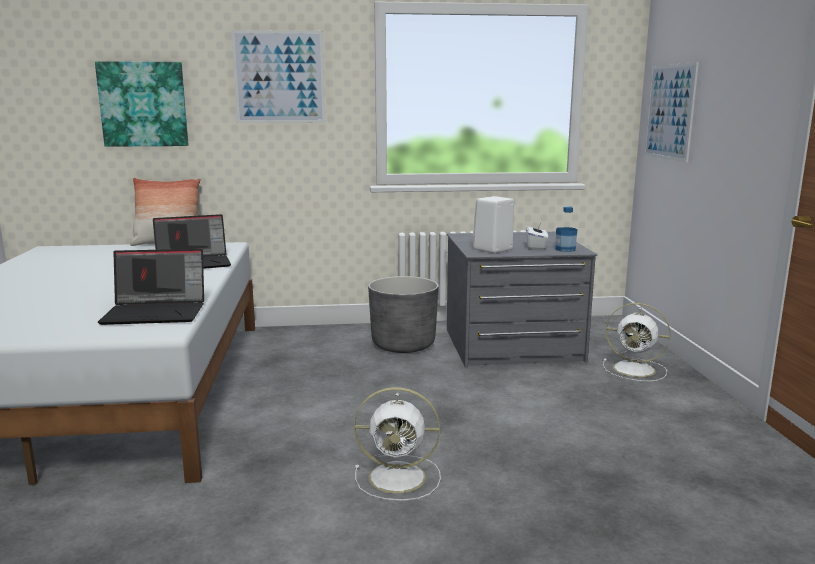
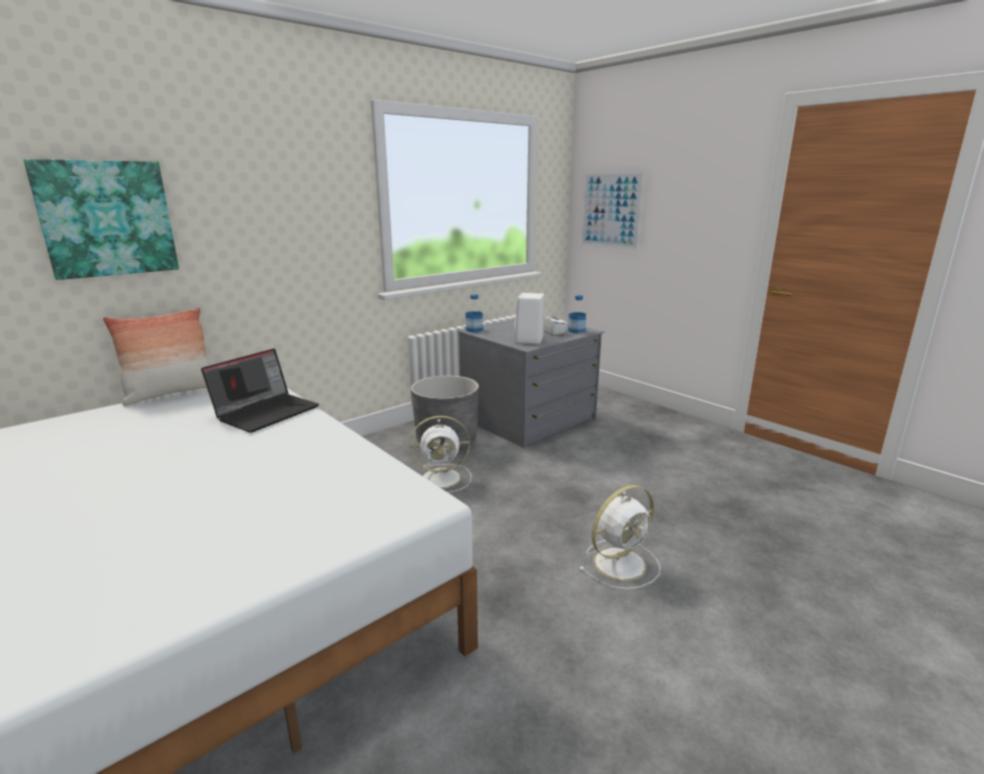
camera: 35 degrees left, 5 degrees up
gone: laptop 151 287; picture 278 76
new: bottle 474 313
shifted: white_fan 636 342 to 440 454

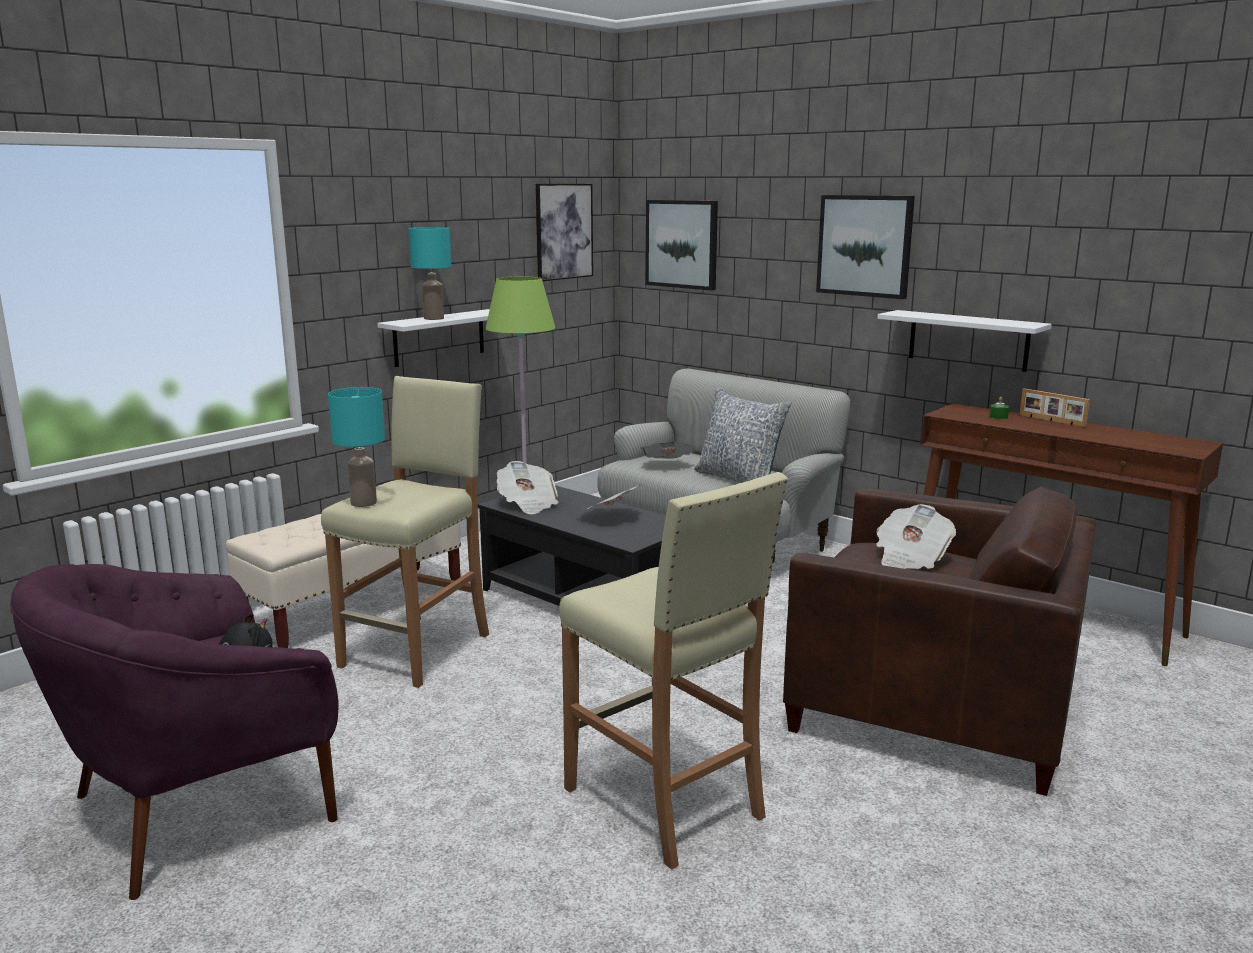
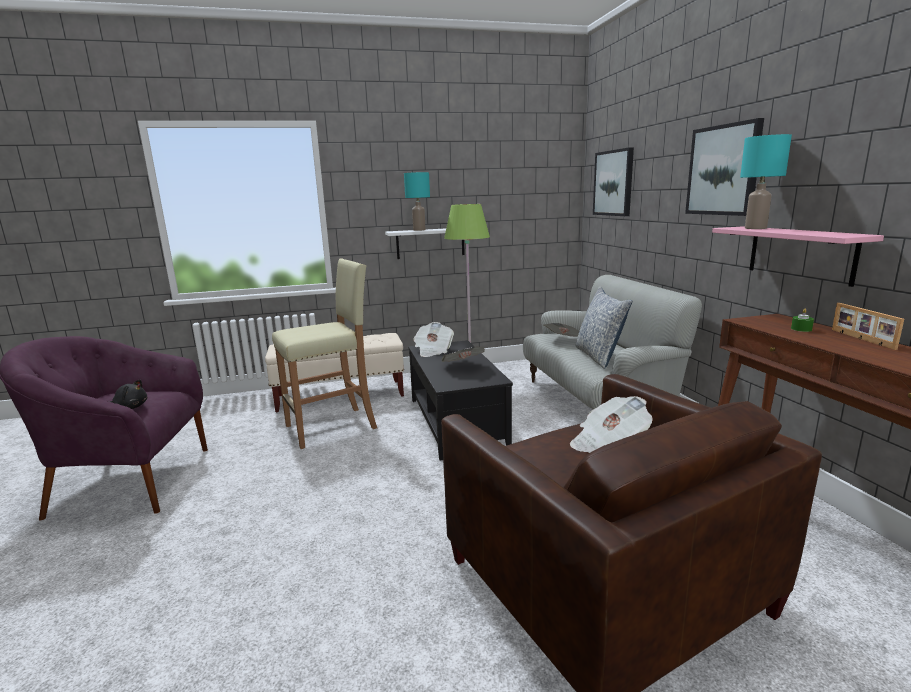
camera: 35 degrees right, 0 degrees up
gone: picture 564 232; beige_stool 673 671
shifted: turquoise_table_lamp 356 447 to 766 181
repainted: white_shelf 964 341 to pink_shelf 798 256

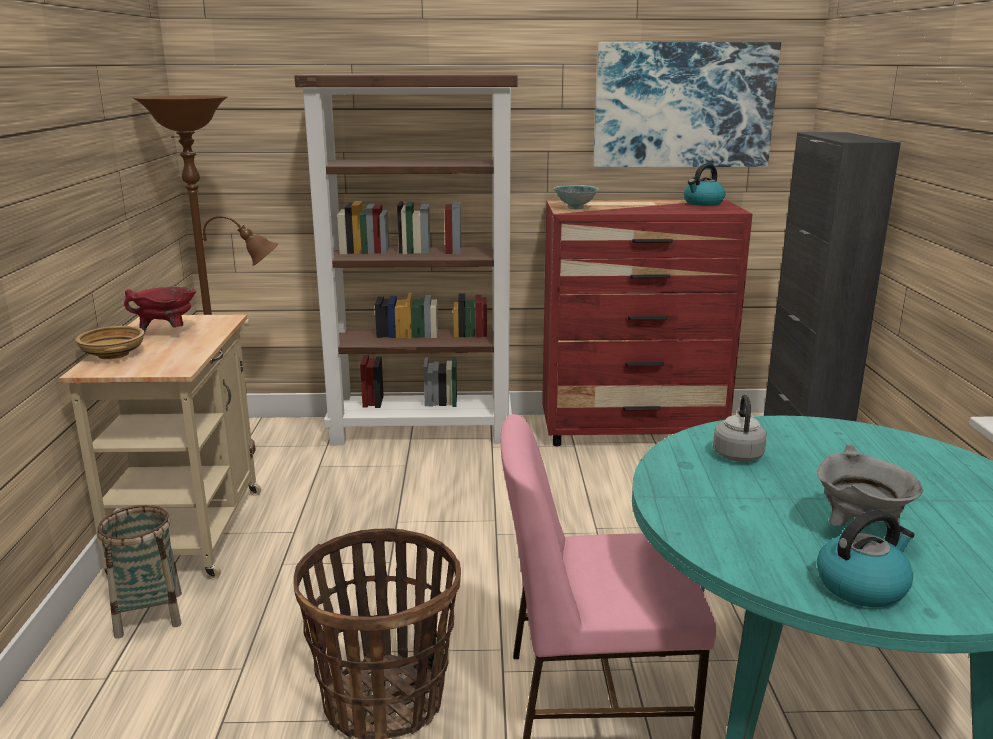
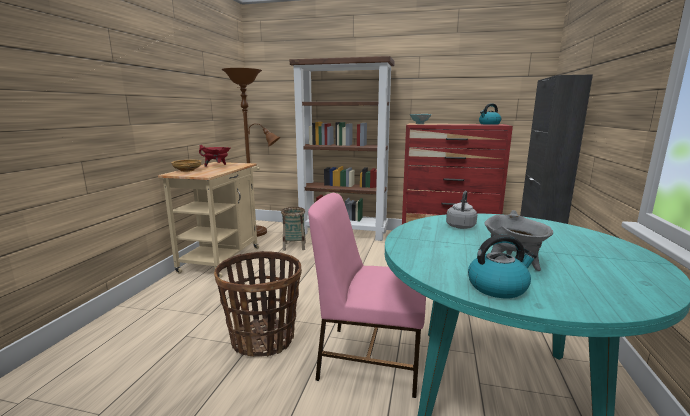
camera: 15 degrees right, 5 degrees down
gone: picture 687 104
shifted: basket 139 572 to 293 229

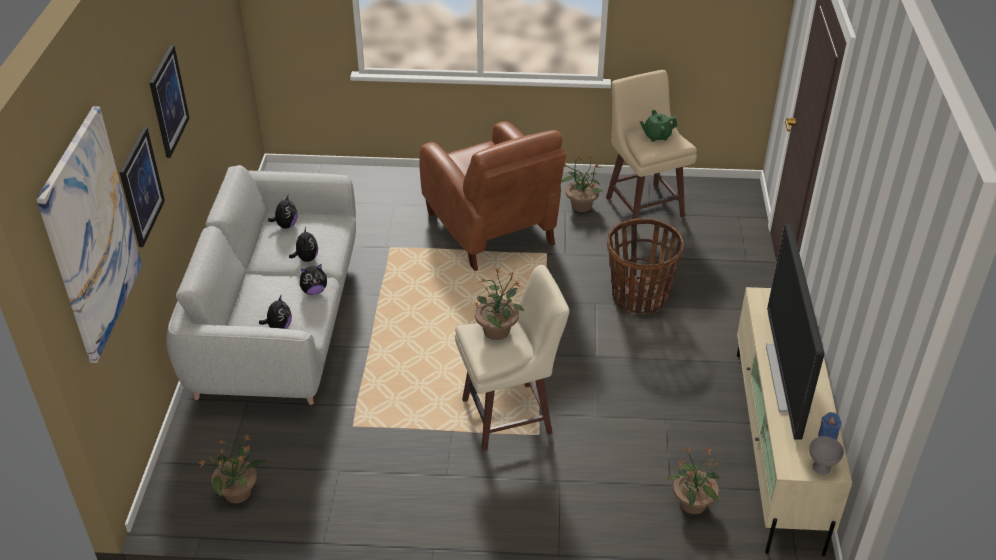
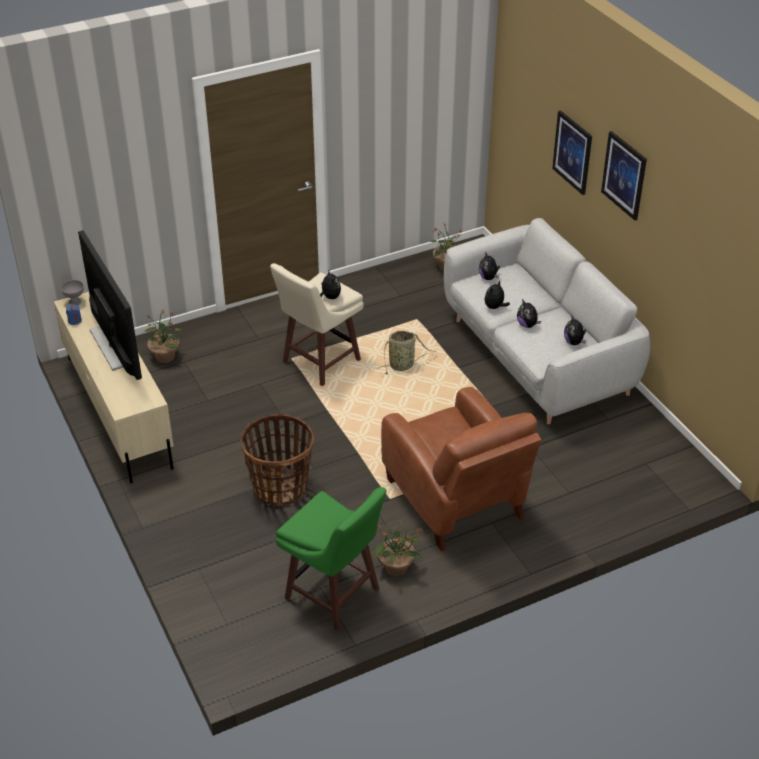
camera: 150 degrees right, 0 degrees up
gone: picture 89 234; green_teapot 658 126
new: basket 406 353
swapped: potted_plant 499 304 to plush_toy 330 285
repainted: beige_stool 651 149 to green_stool 331 559
rotated: brown_armchair 492 196 = 461 469 150 degrees counterclockwise

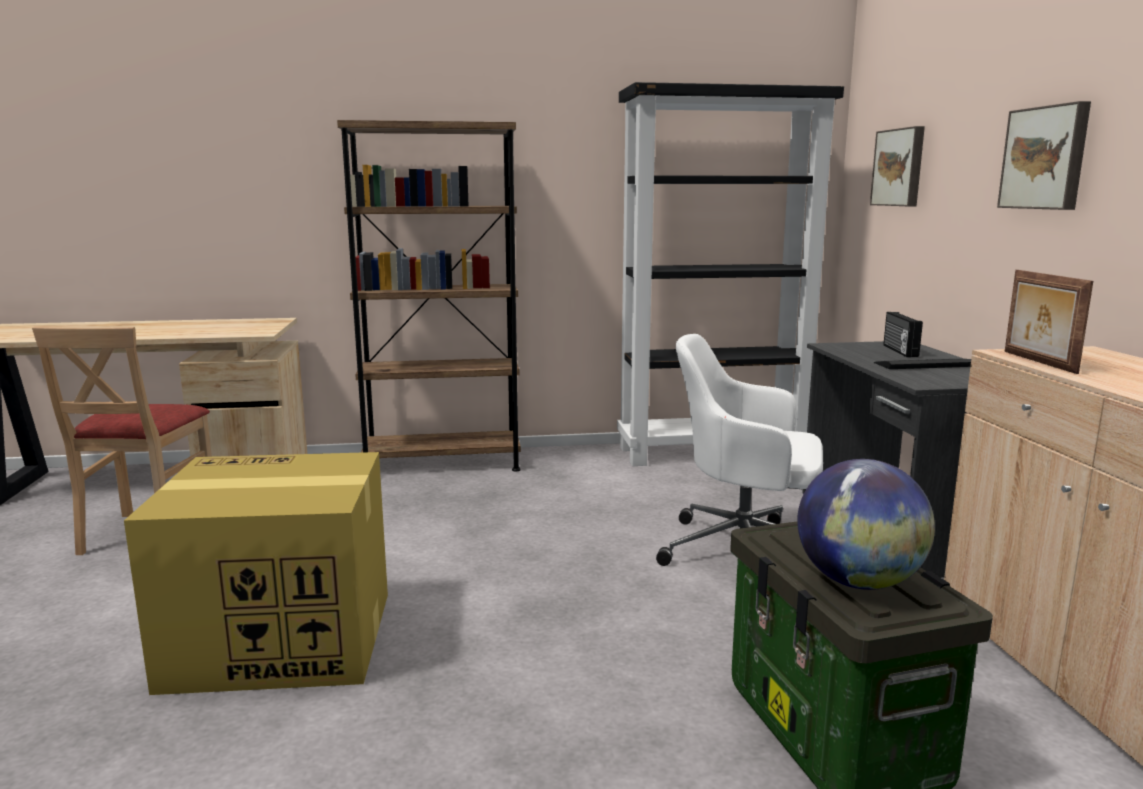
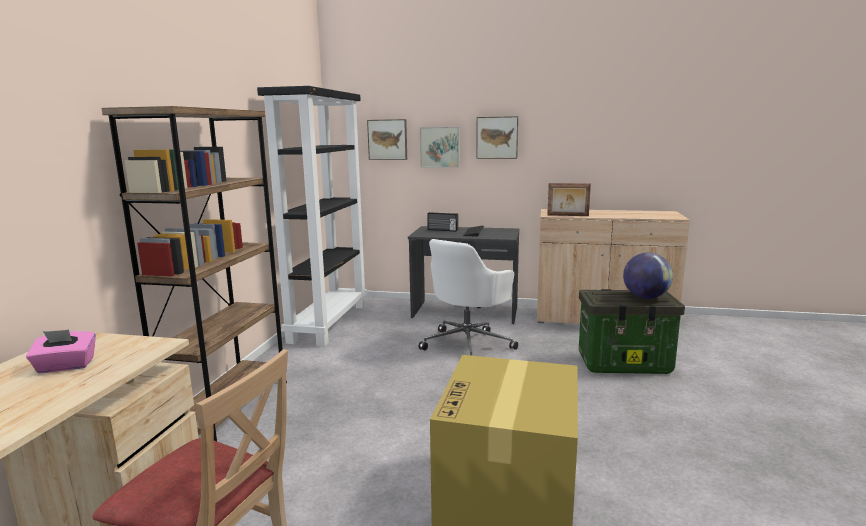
camera: 70 degrees left, 0 degrees up
new: pink_tissue_box 61 351; picture 440 147

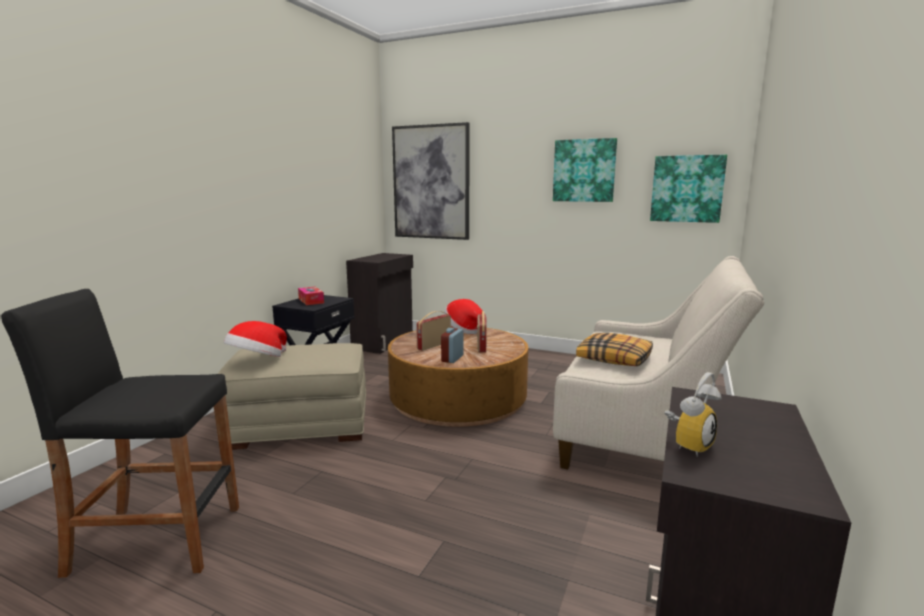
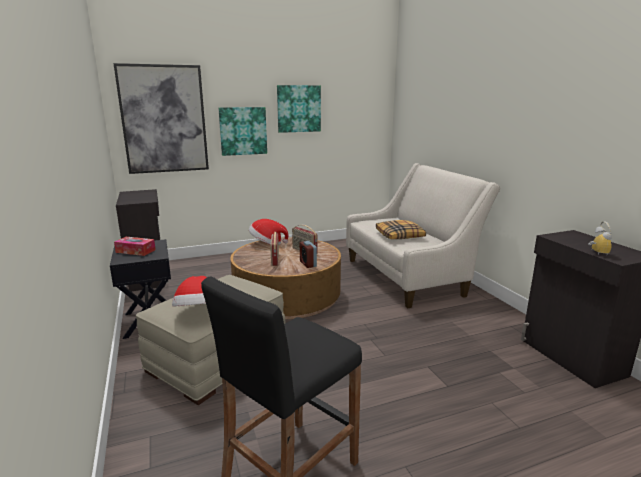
camera: 45 degrees left, 5 degrees up
shifted: picture 688 188 to 242 131

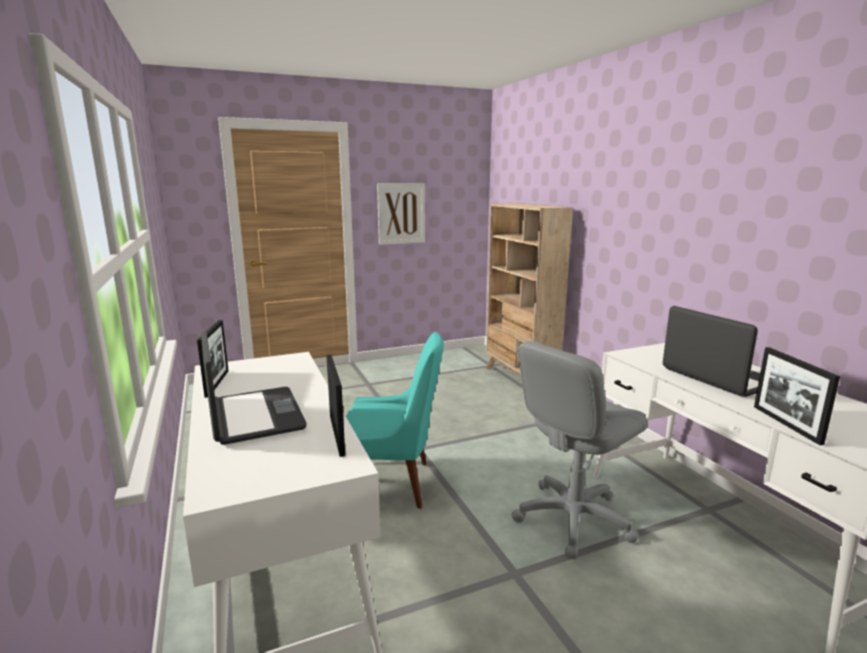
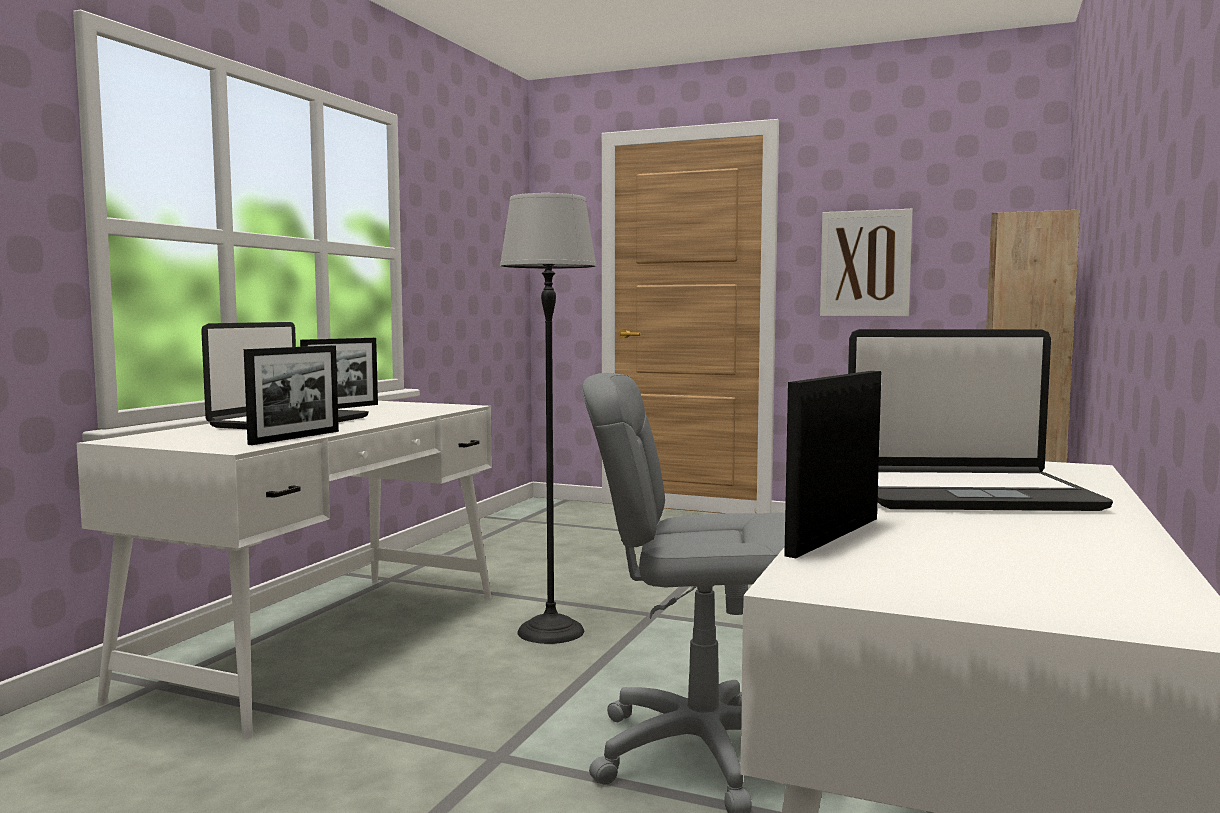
camera: 45 degrees right, 10 degrees down
swapped: turquoise_chair 395 420 to floor_lamp 548 418
rotated: laptop 711 351 = 980 420 75 degrees clockwise

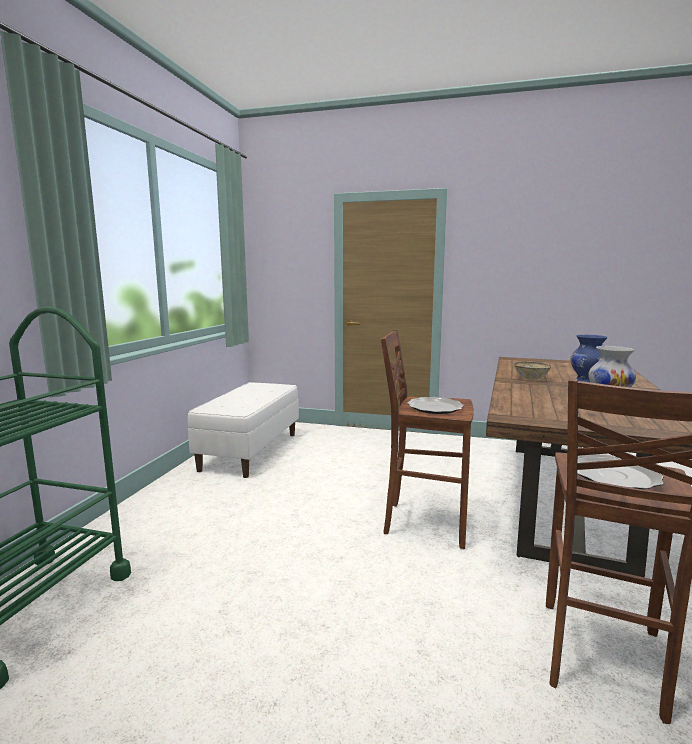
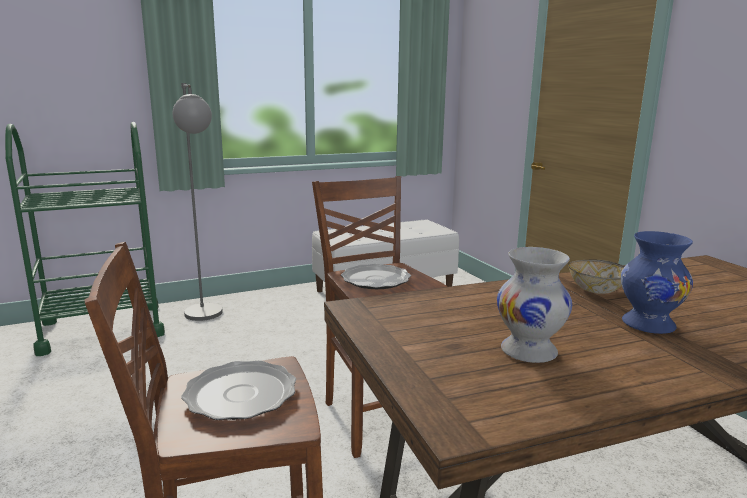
camera: 50 degrees right, 5 degrees up
new: grey_floor_lamp 198 202

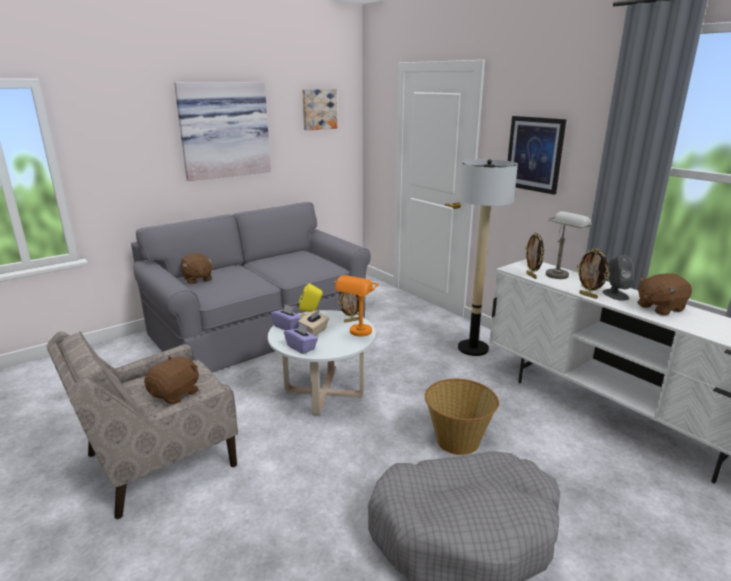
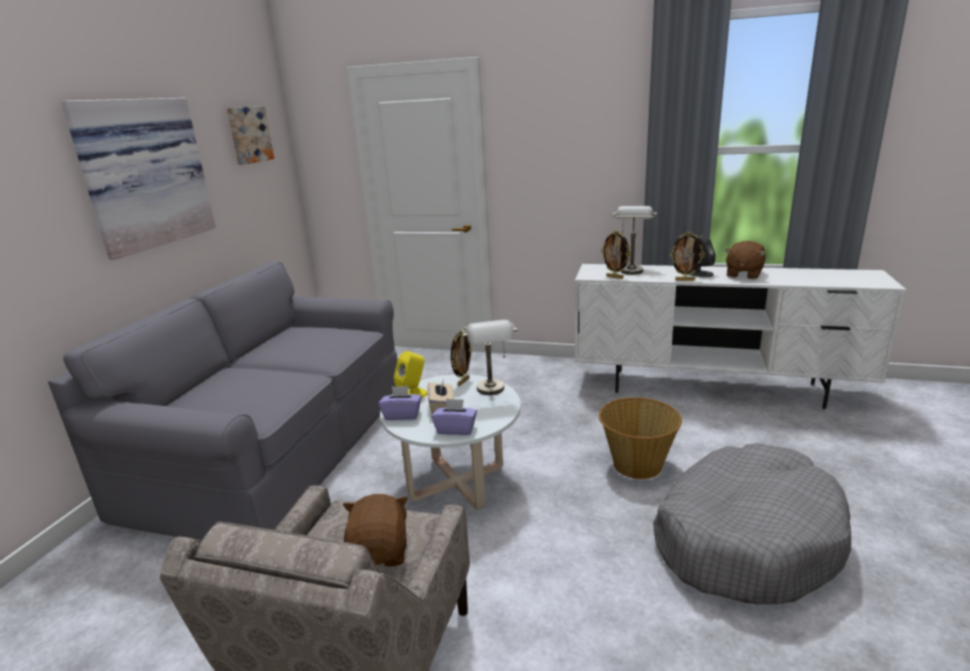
camera: 35 degrees left, 0 degrees up
gone: brown_plush_toy 197 268; floor_lamp 488 257; picture 537 155
repainted: orange_table_lamp 356 306 to grey_table_lamp 489 357

